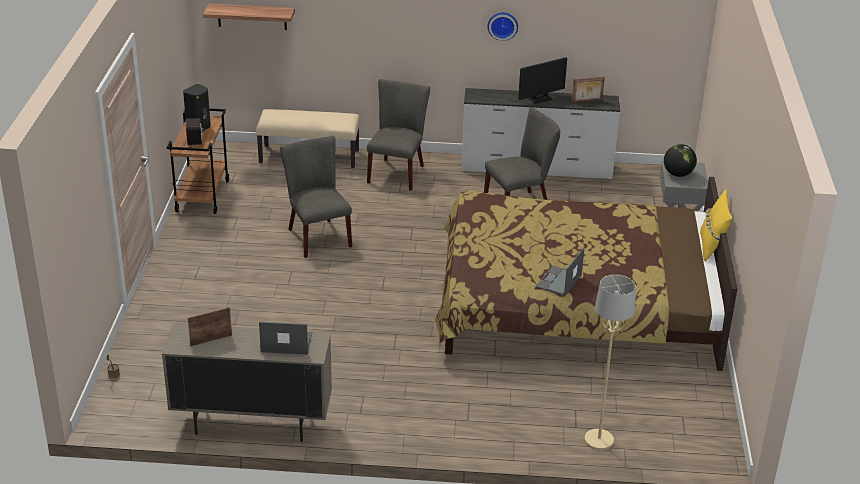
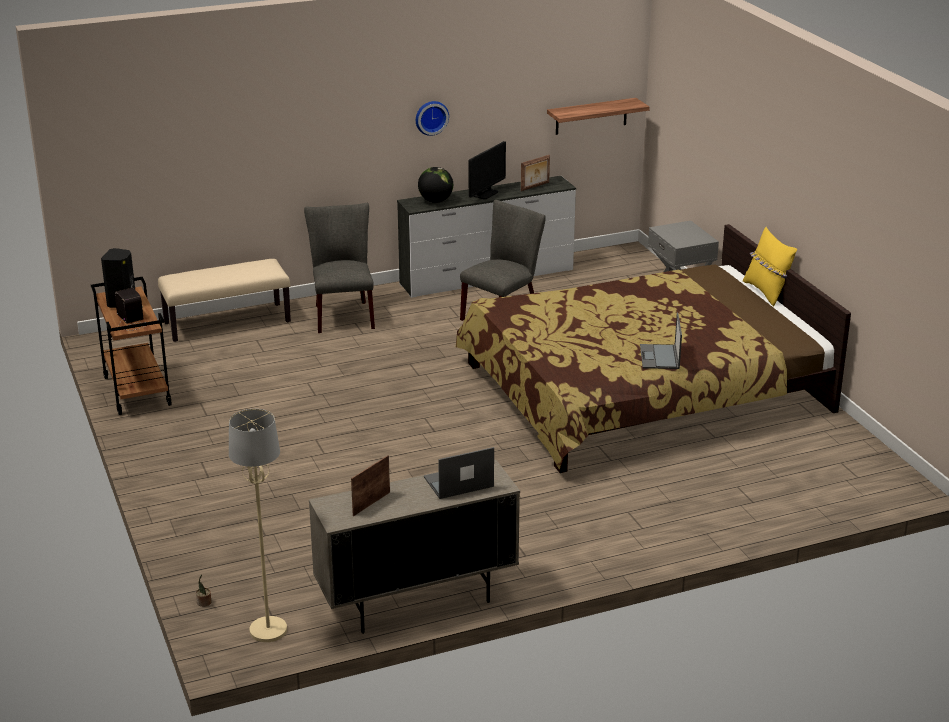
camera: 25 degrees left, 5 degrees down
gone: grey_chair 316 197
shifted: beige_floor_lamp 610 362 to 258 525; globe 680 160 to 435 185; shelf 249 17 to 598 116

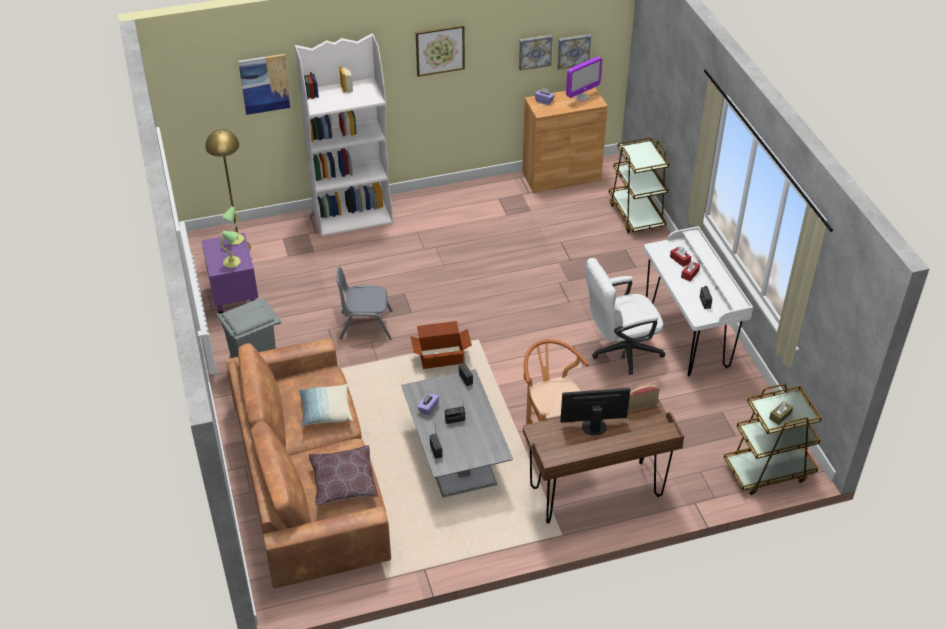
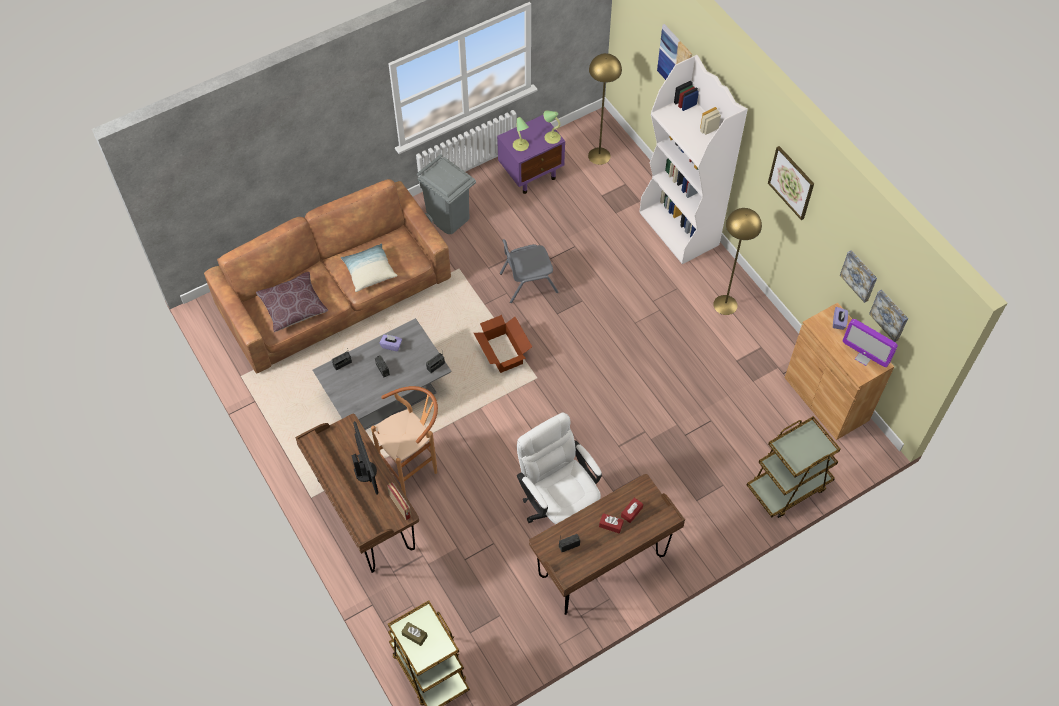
camera: 75 degrees right, 15 degrees up
new: yellow_floor_lamp 737 261
repainted: white_desk 698 301 to brown_desk 607 544
rotated: grey_chair 364 302 = 529 271 90 degrees counterclockwise

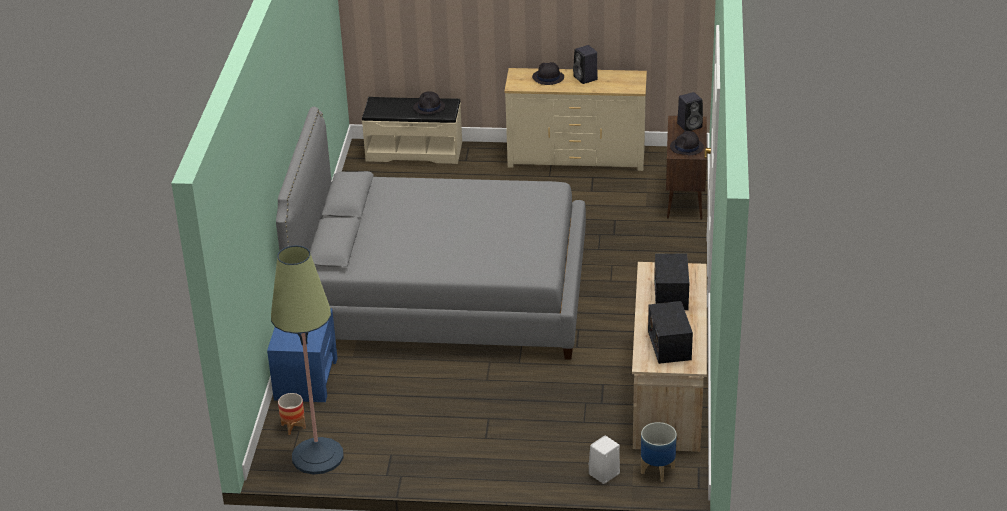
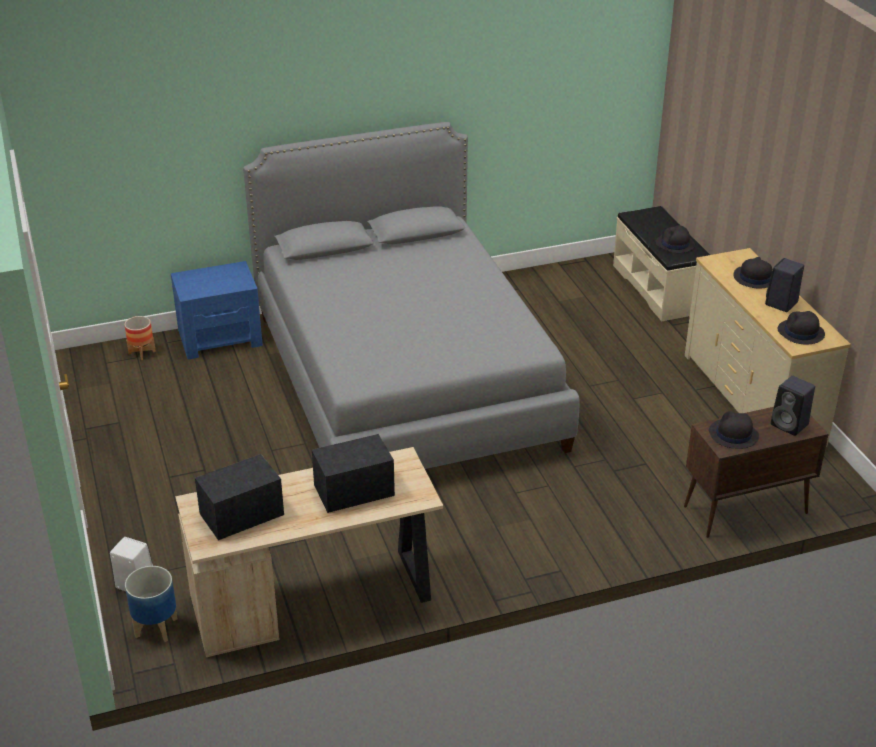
camera: 65 degrees right, 0 degrees up
gone: floor_lamp 307 360
new: black_hat 801 328

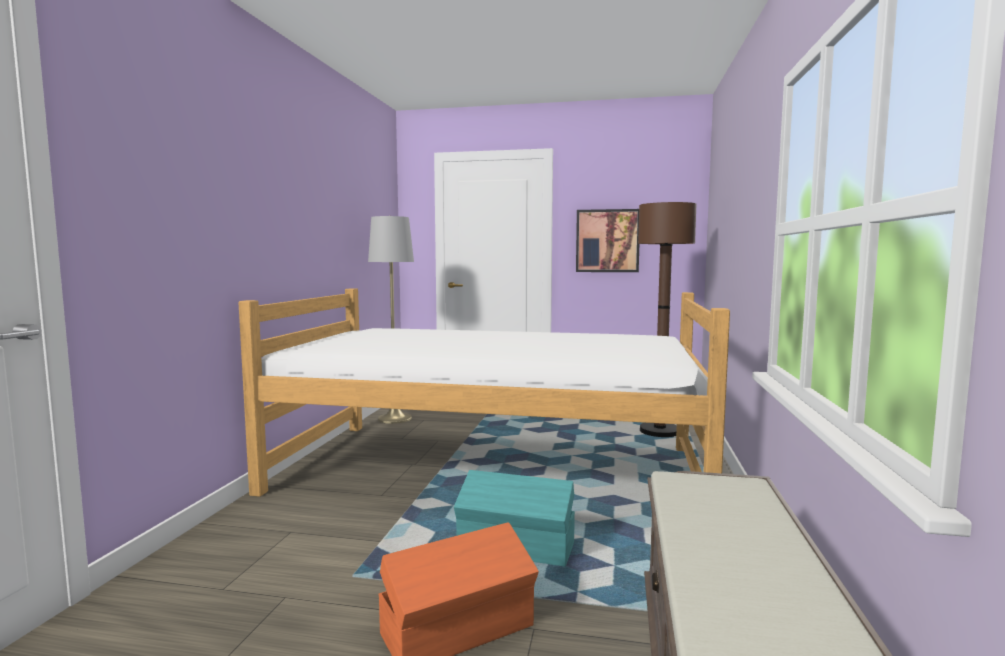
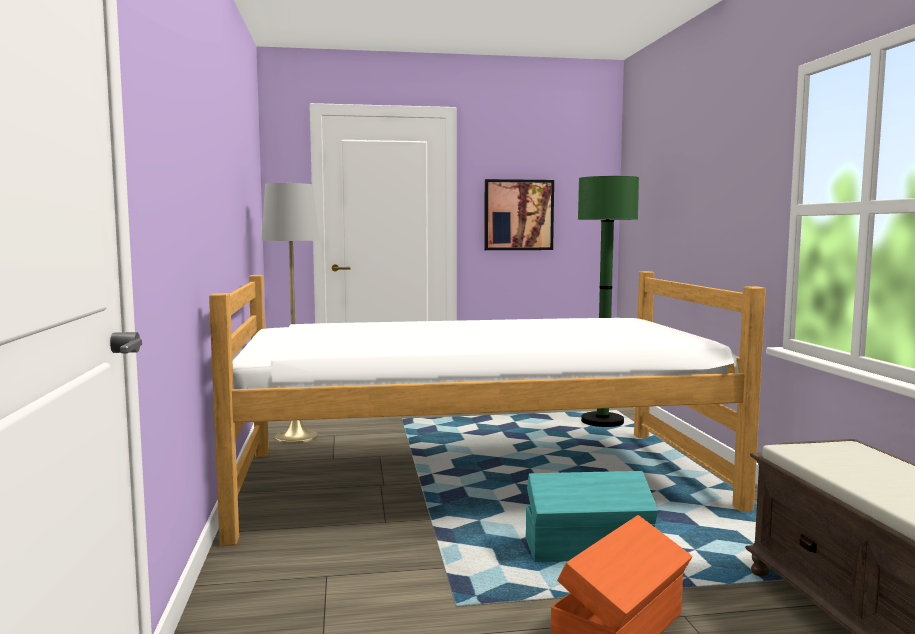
camera: 20 degrees left, 0 degrees up
repainted: brown_floor_lamp 667 319 to green_floor_lamp 608 301

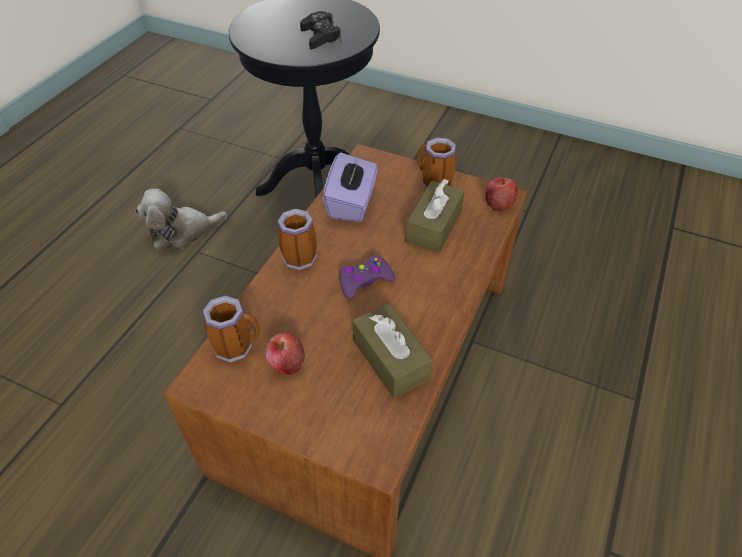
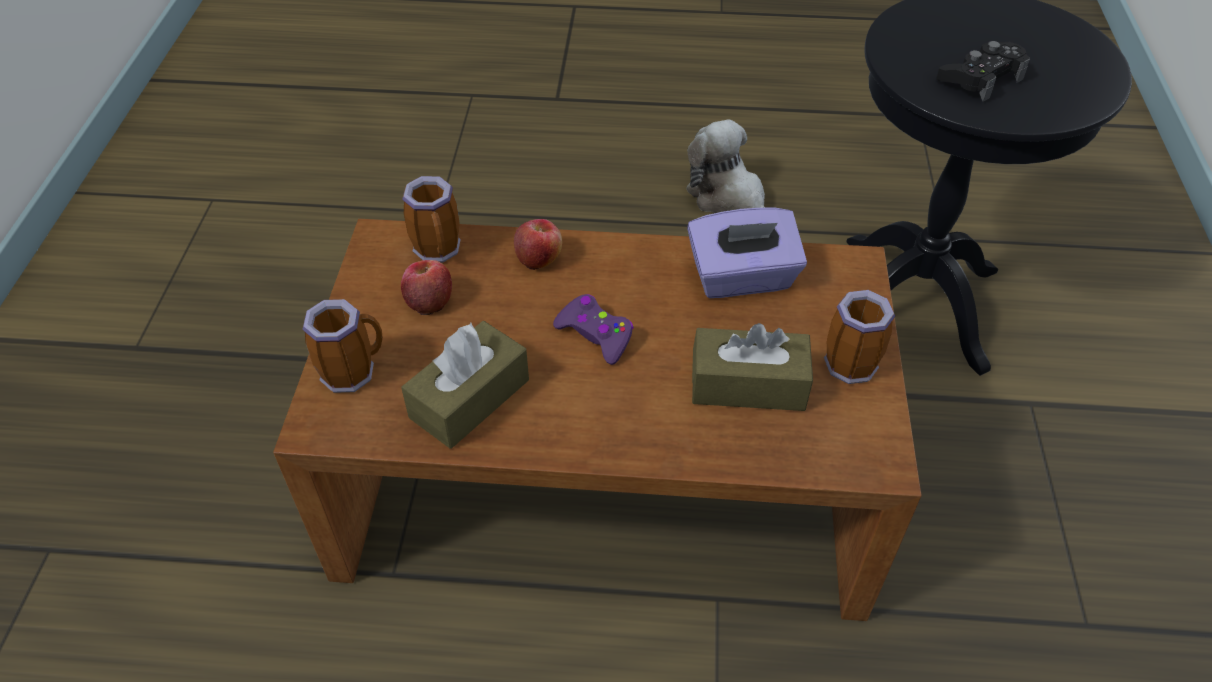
camera: 70 degrees right, 0 degrees up
shifted: mug 297 239 to 342 346; apple 502 195 to 538 244

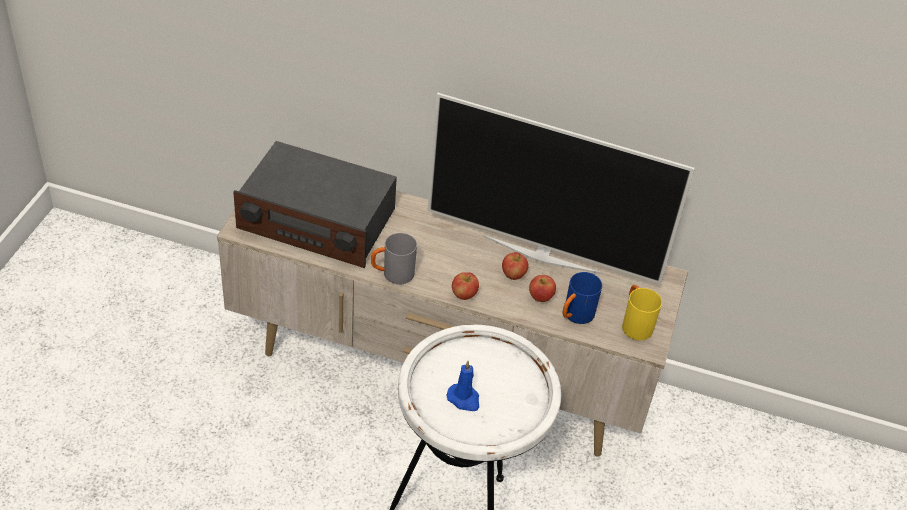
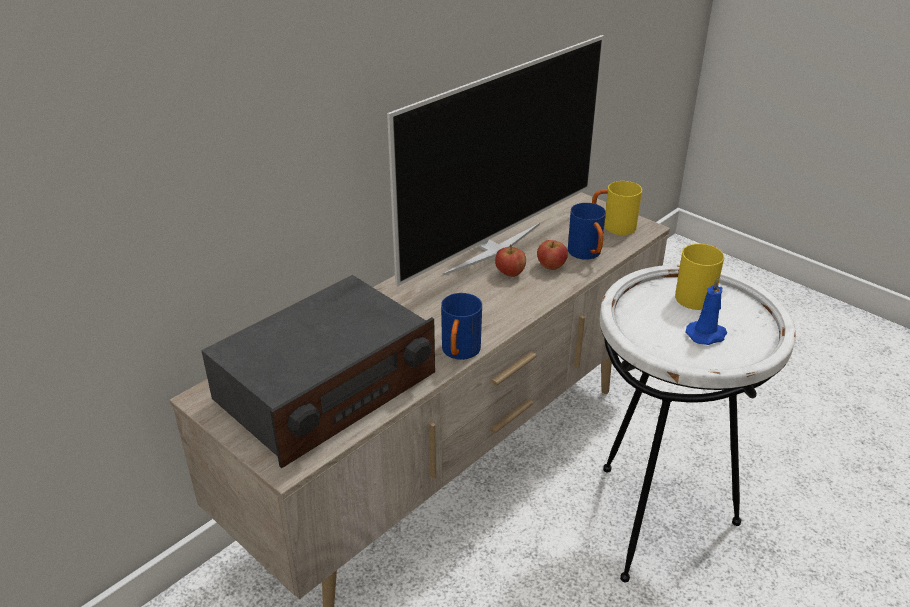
camera: 60 degrees left, 10 degrees down
gone: apple 465 286
new: yellow_mug 699 277
repainted: grey_mug 394 259 to blue_mug 461 326

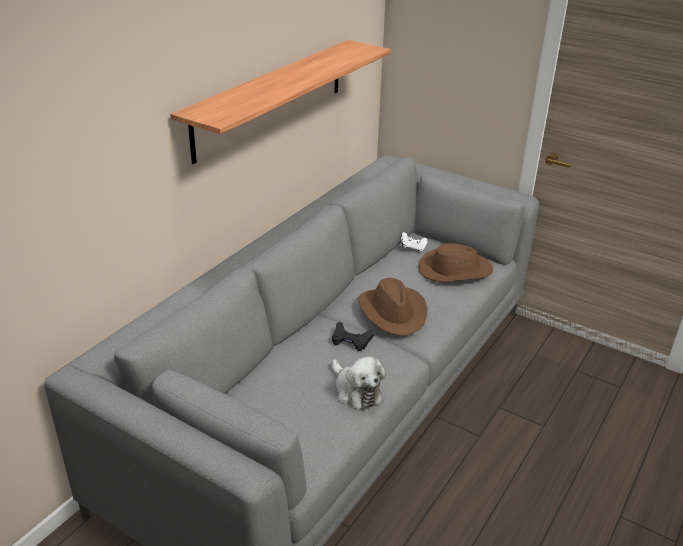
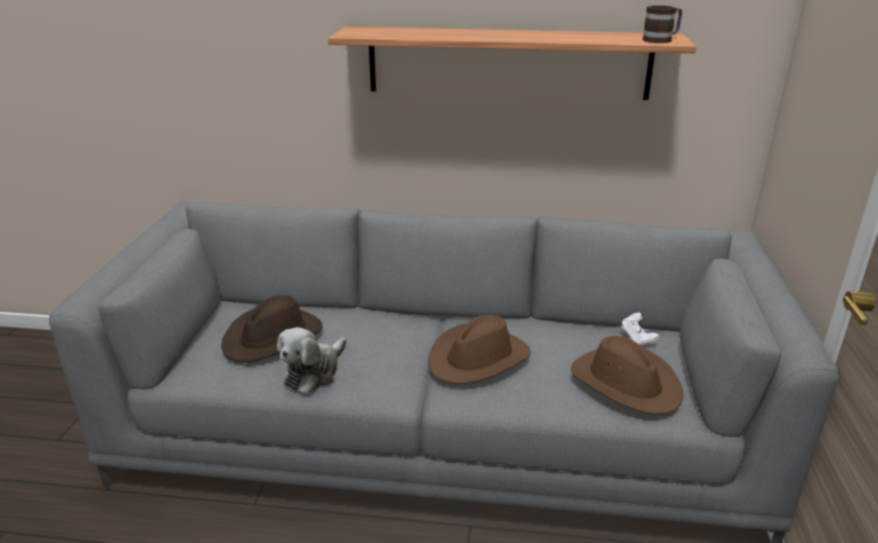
camera: 65 degrees right, 5 degrees down
gone: black_game_controller 353 336
new: brown_hat 271 328; mug 662 24

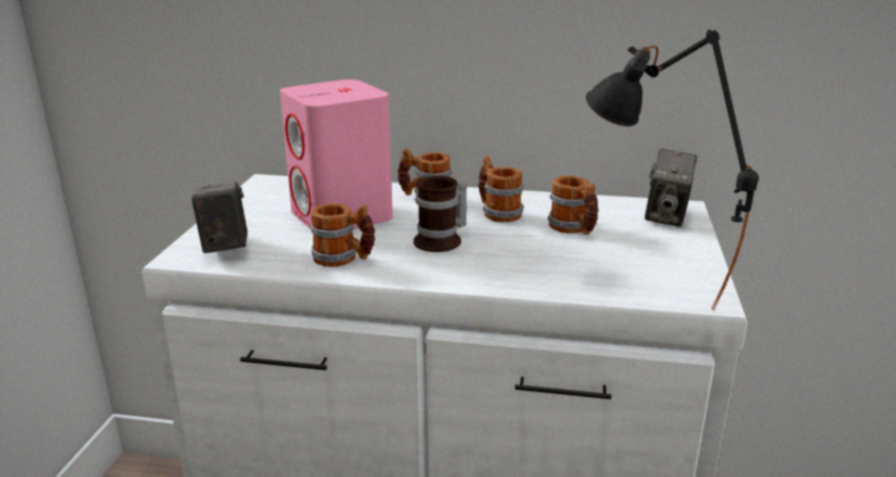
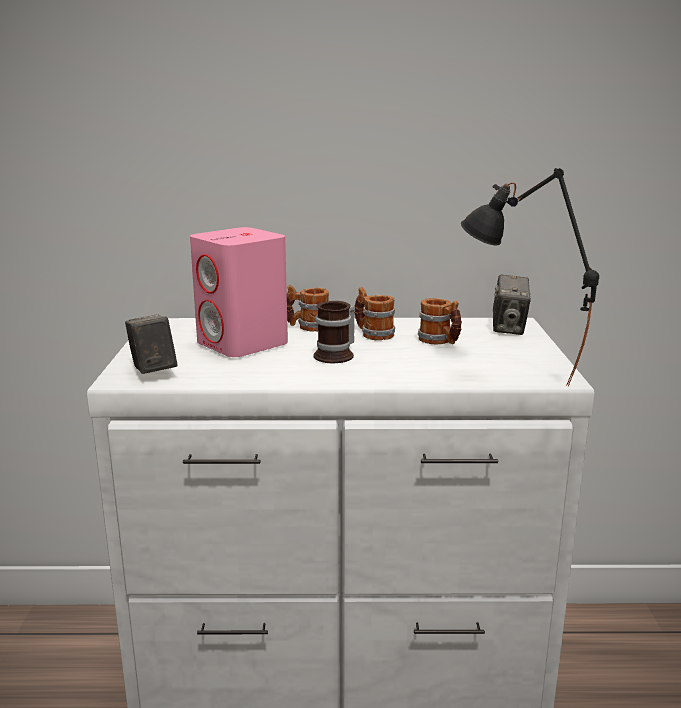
camera: 10 degrees left, 5 degrees down
gone: mug 343 235

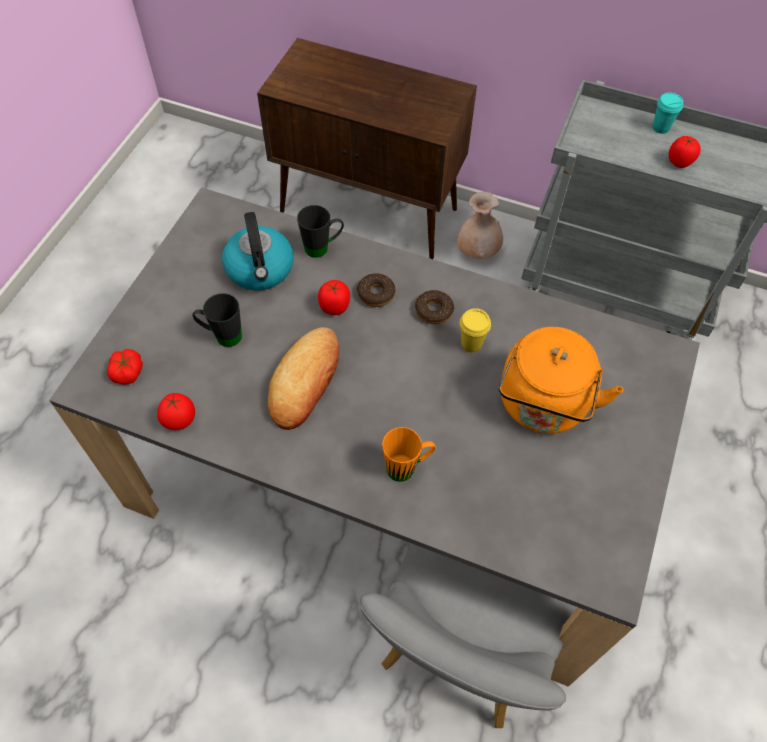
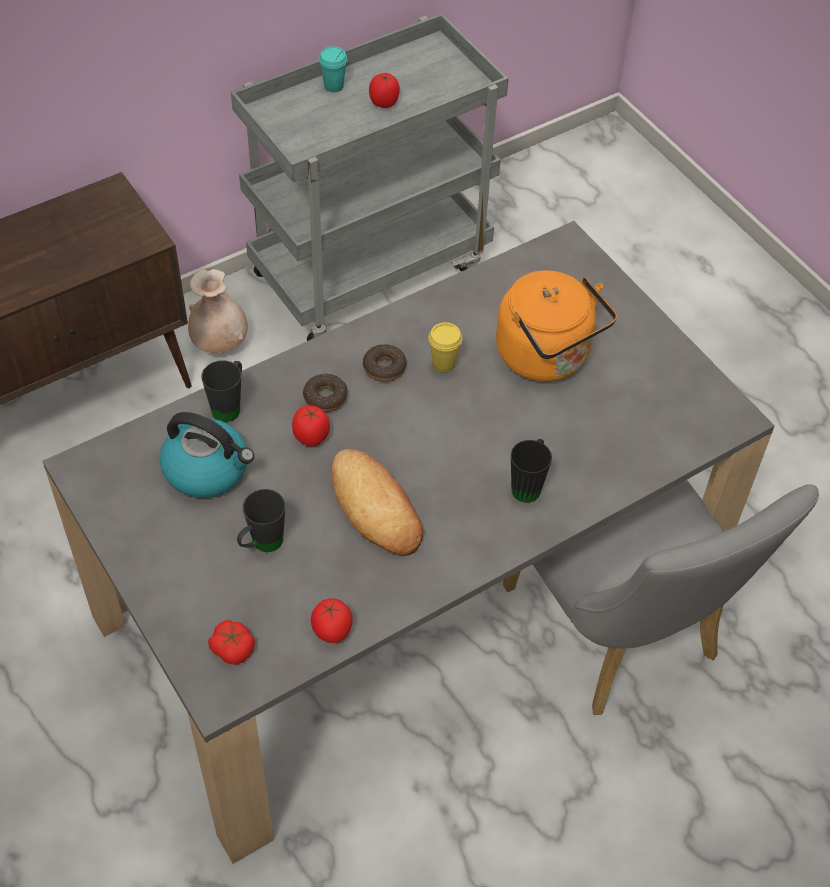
camera: 55 degrees left, 5 degrees down
repainted: orange_mug 409 454 to black_mug 531 471

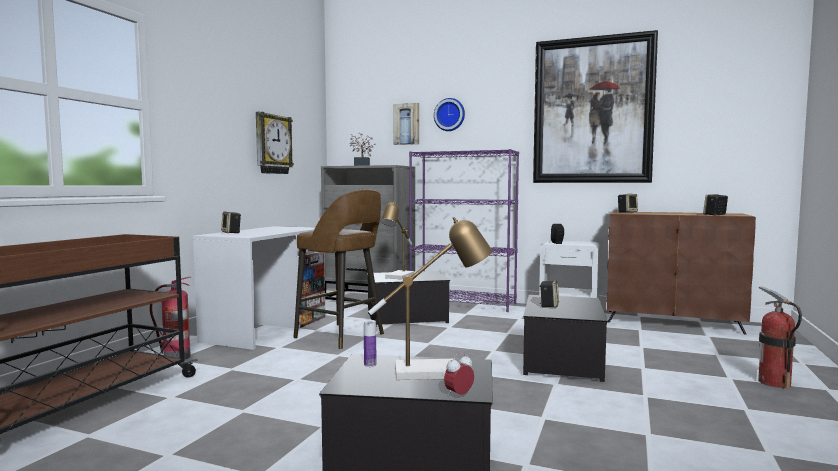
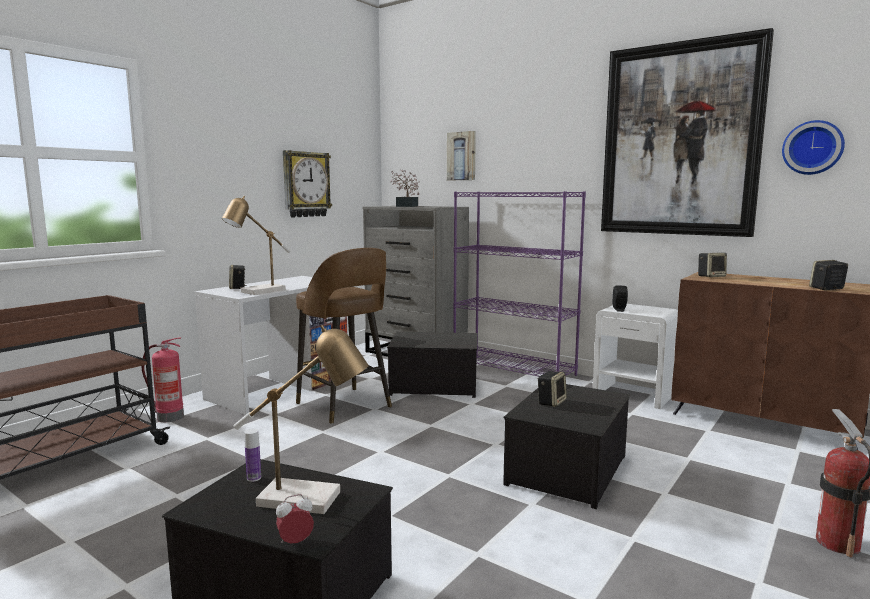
camera: 15 degrees right, 5 degrees up
shifted: table_lamp 397 240 to 256 245; wall_clock 449 114 to 813 147

